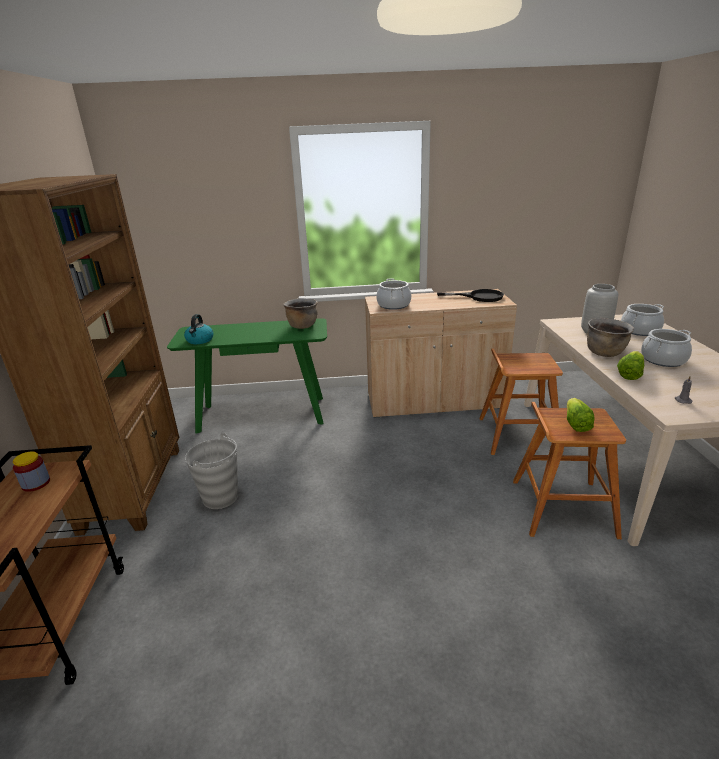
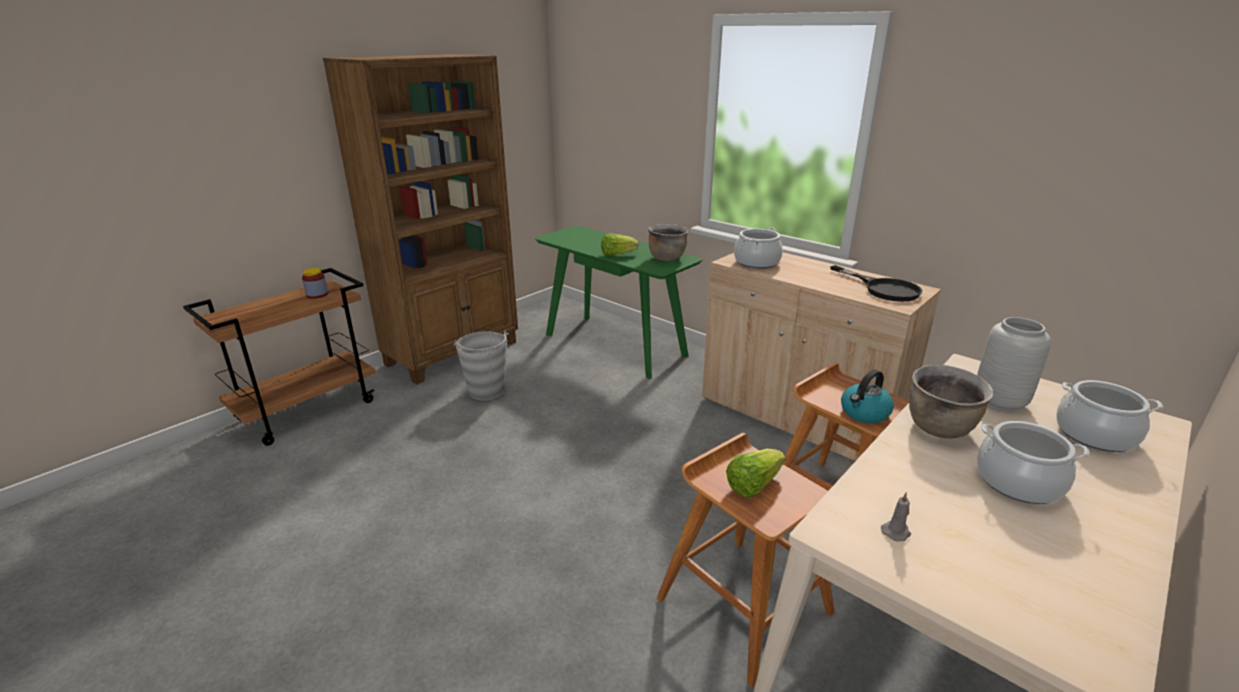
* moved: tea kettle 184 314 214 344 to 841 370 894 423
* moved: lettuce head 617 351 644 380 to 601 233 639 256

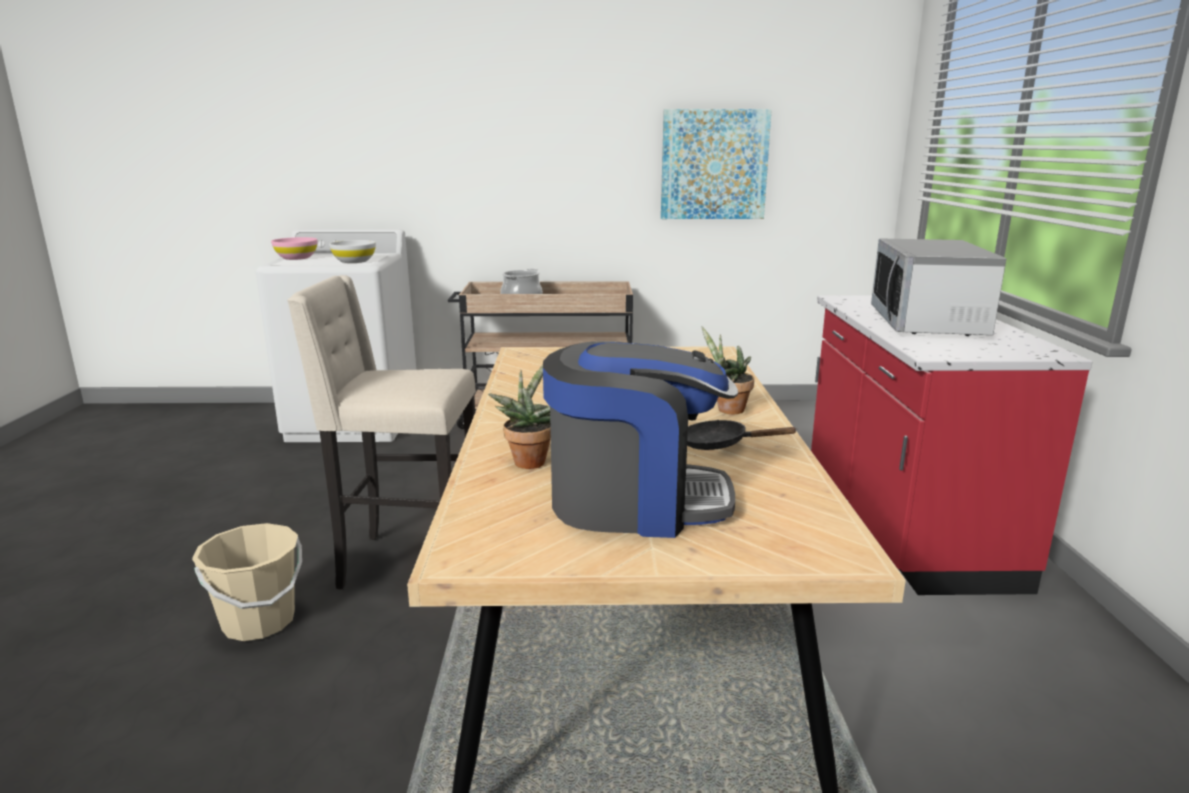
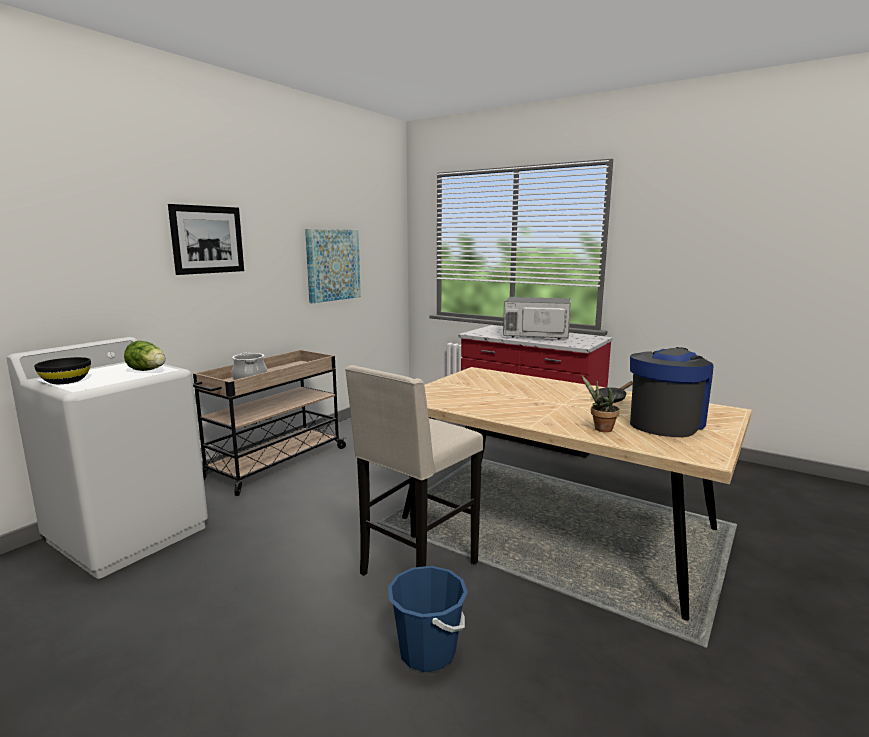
* recoloured: serving bowl/pink-coloured 271 237 318 260 to serving bowl/black 34 357 91 384
* turned: microwave oven 871 238 1006 336 = 503 297 571 339 150 degrees clockwise
* replaced: serving bowl/white 329 240 376 263 to lettuce head 124 341 165 371
* removed: houseplant 702 327 754 414
* recoloured: pail/sand-coloured 192 523 302 641 to pail/bluish 388 566 468 672
* added: picture 168 204 244 275

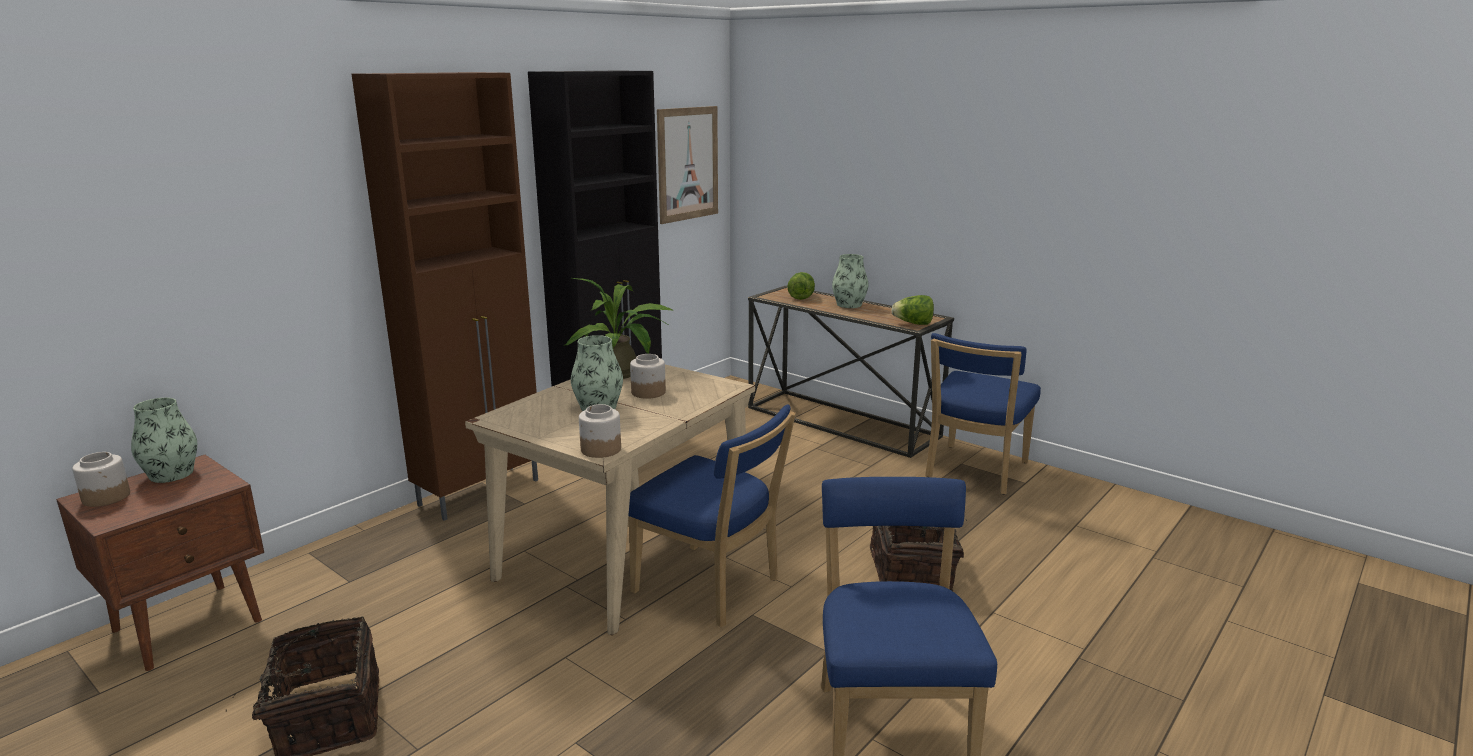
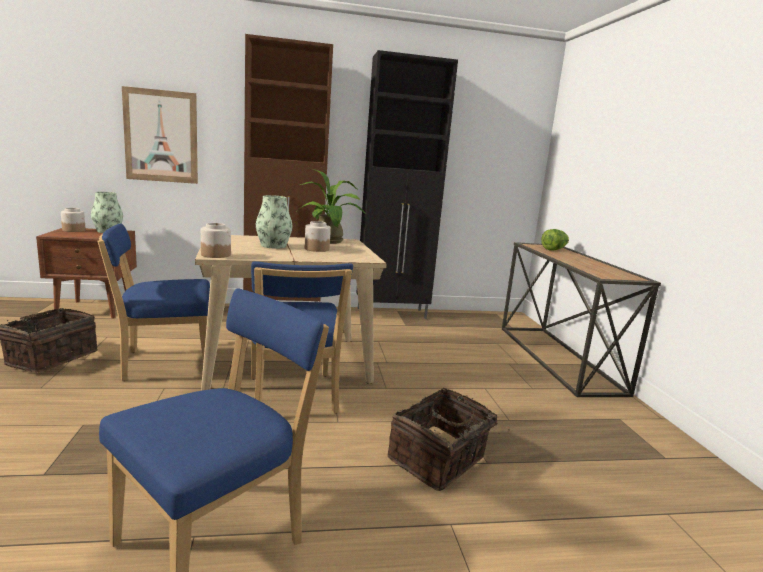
* moved: picture 657 106 718 224 to 122 86 198 184
* removed: flower vase 832 254 869 308
* removed: lettuce head 891 295 934 325
* moved: chair/bluish 925 333 1041 494 to 97 223 210 381

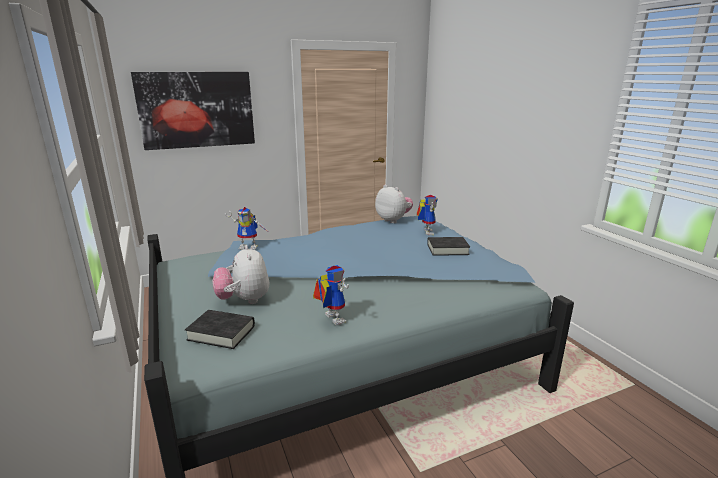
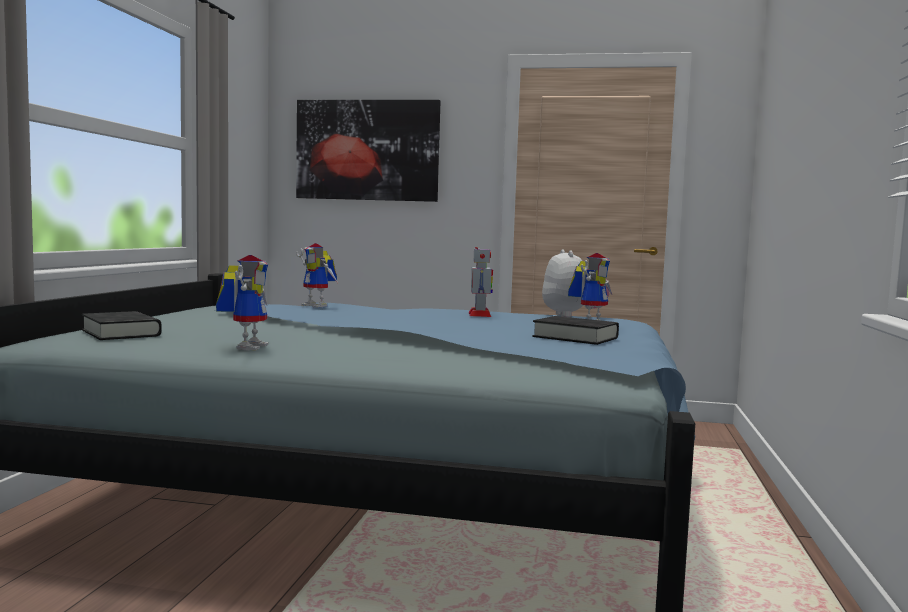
* removed: soft toy 213 245 270 304
* added: model robot 469 247 493 317

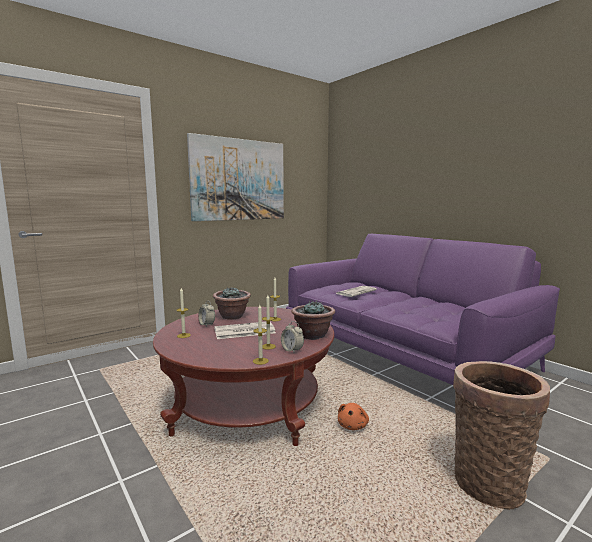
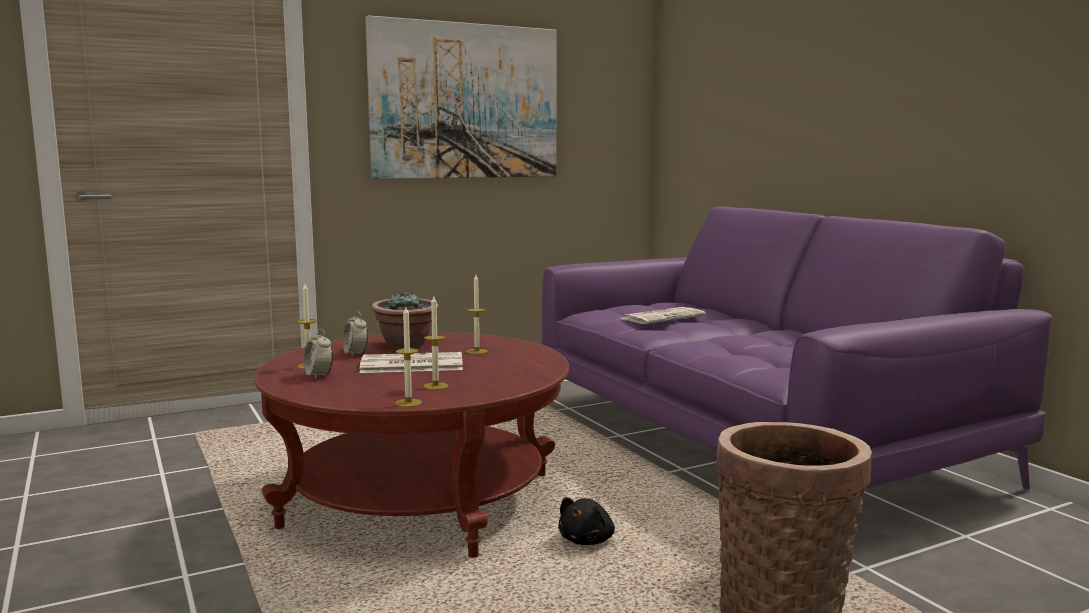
* removed: houseplant 292 300 335 340
* moved: bedside clock 281 321 304 354 to 304 329 333 379
* recoloured: soft toy/orange 338 403 369 430 to soft toy/black 558 497 615 545

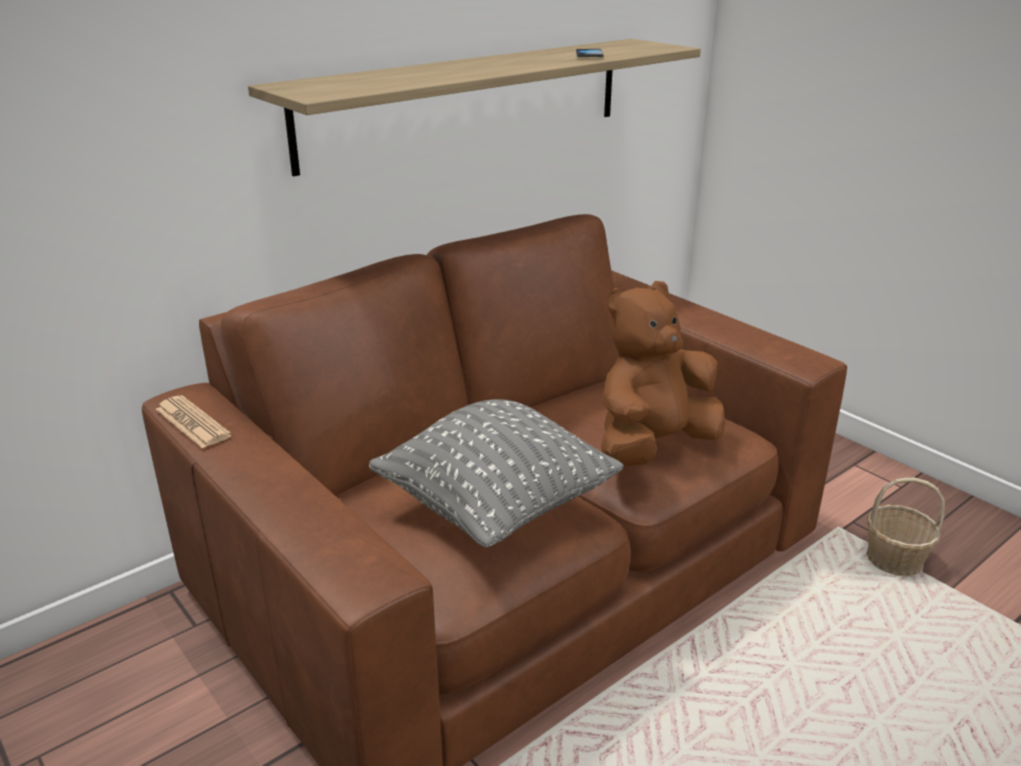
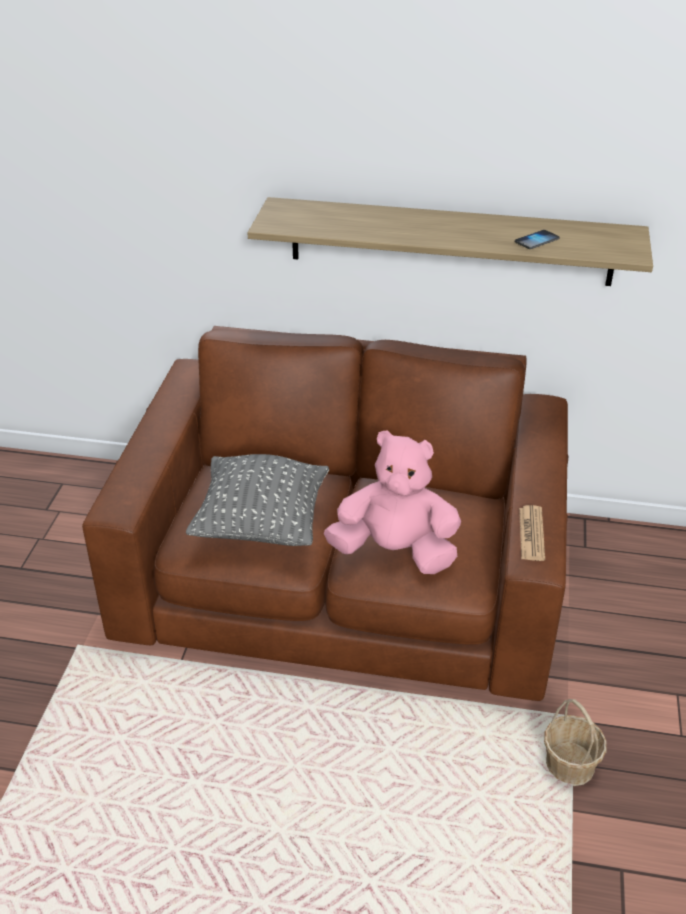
* recoloured: soft toy/brownish 601 281 725 467 to soft toy/pink-coloured 324 430 461 574
* moved: daily paper 155 395 232 449 to 519 505 545 561

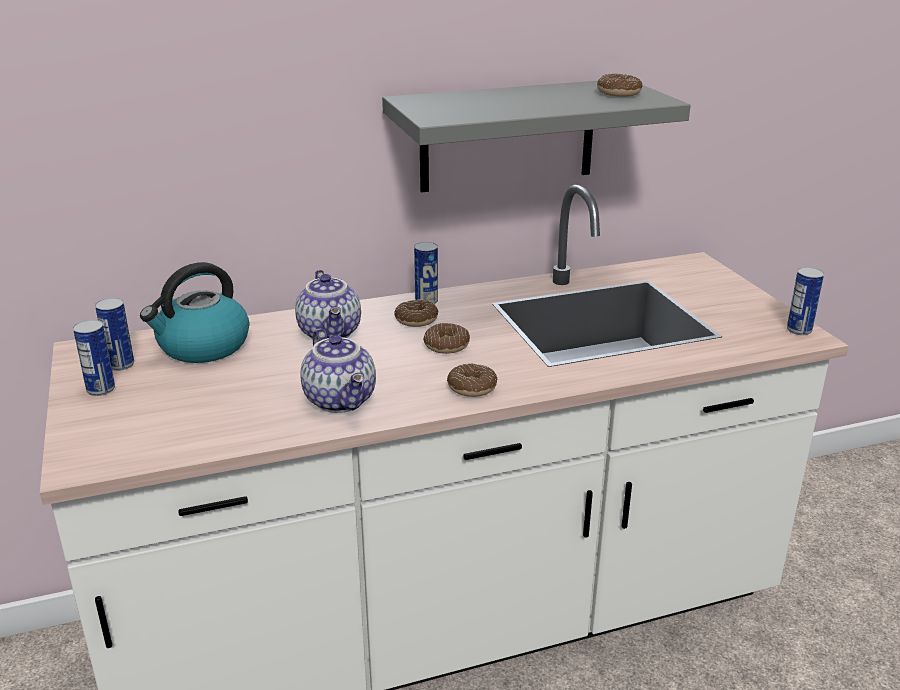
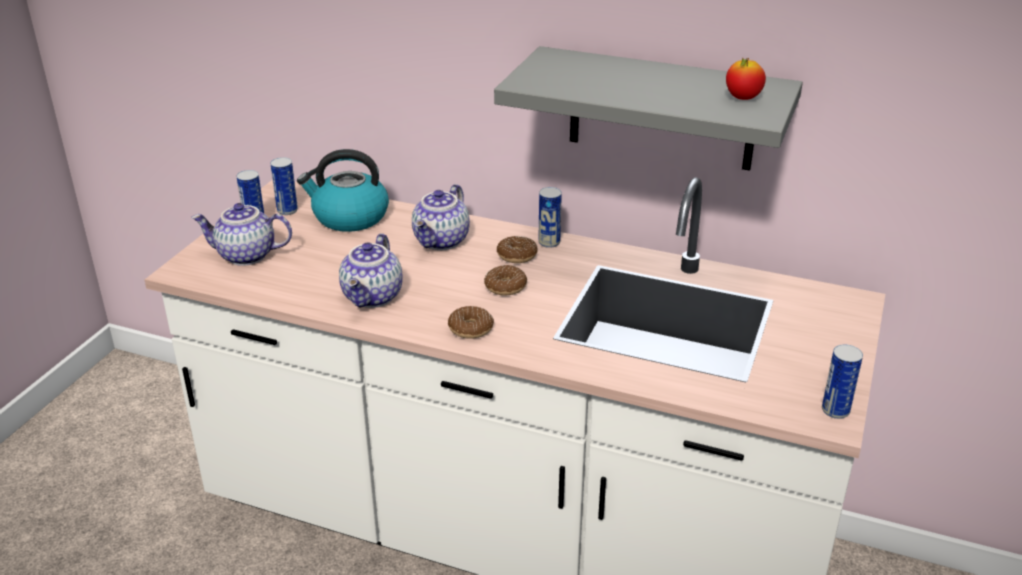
* replaced: ring doughnut 597 74 643 97 to whole apple 726 58 766 100
* added: pot for tea 191 203 292 266

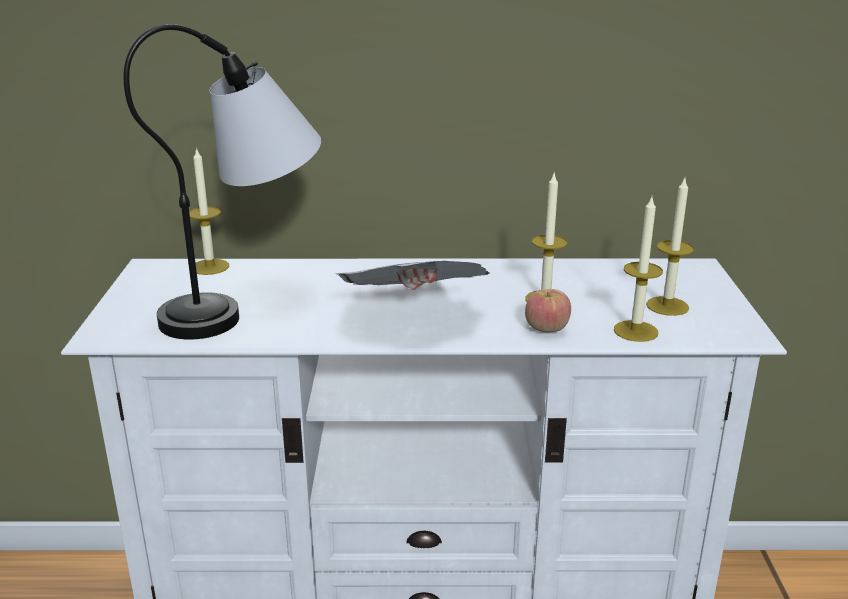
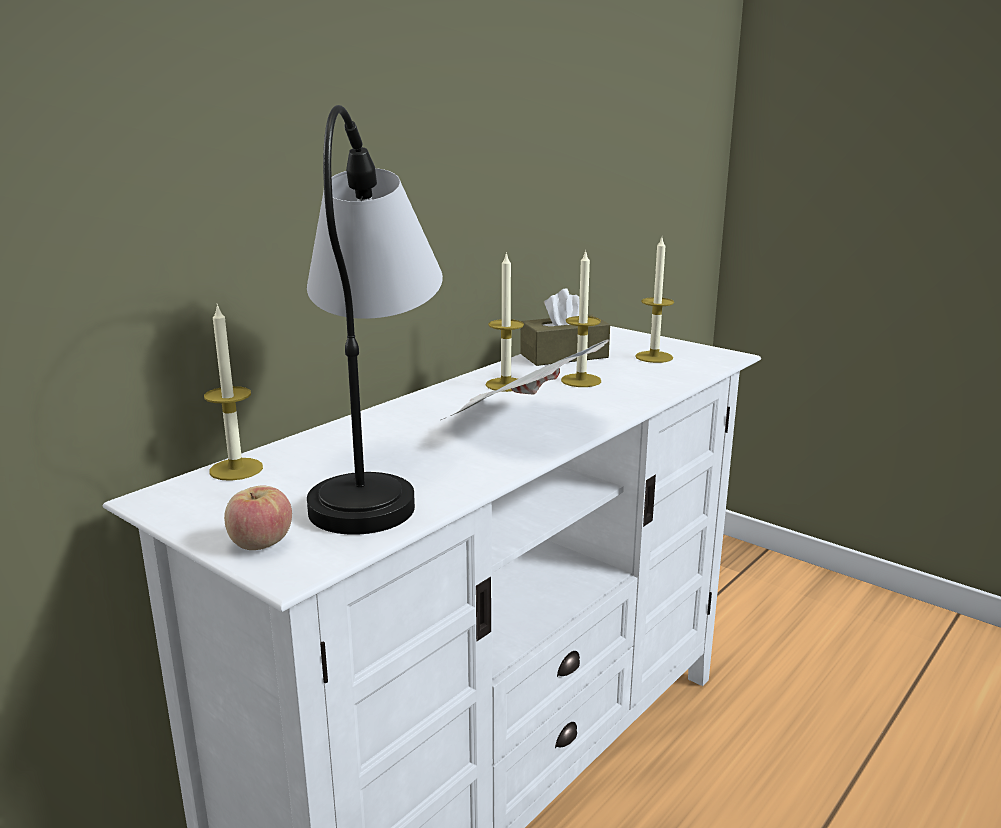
* moved: candle 614 197 663 342 to 486 252 524 392
* moved: whole apple 525 289 571 332 to 224 485 292 550
* added: tissue box/brownish 520 288 610 366

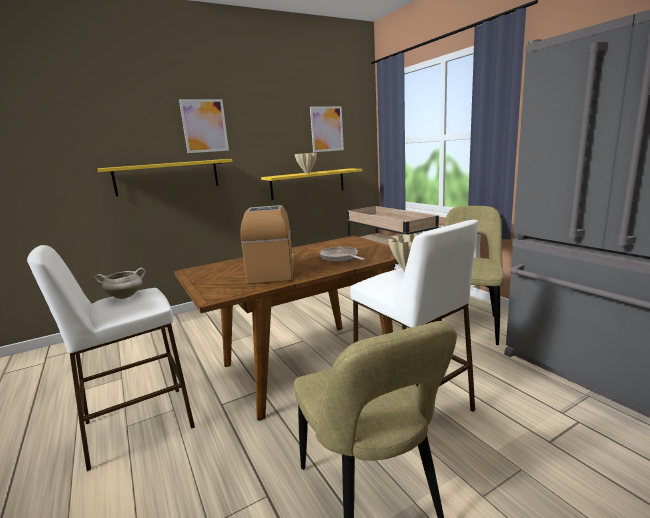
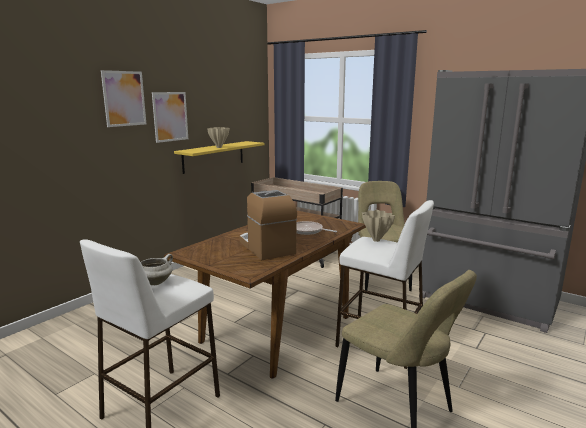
* moved: picture 310 106 344 152 to 152 92 188 143
* removed: shelf/yellow-coloured 98 159 233 196

